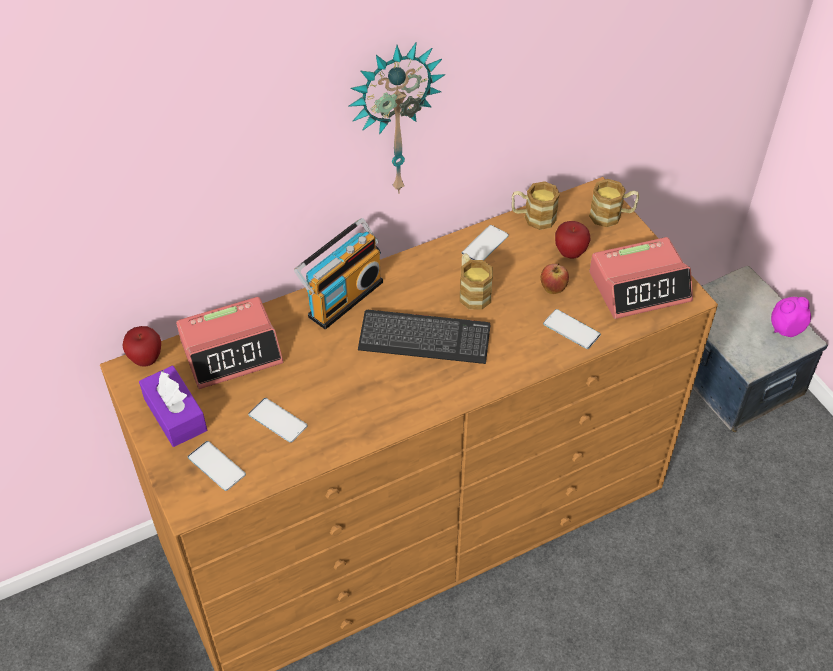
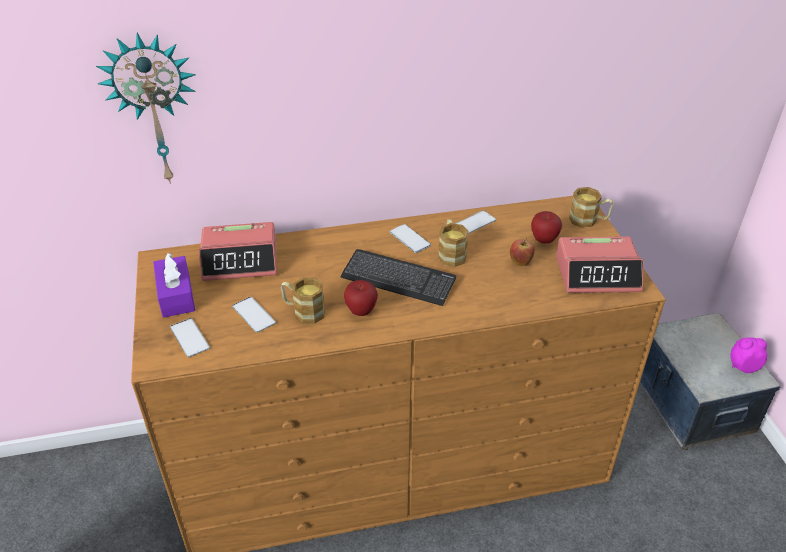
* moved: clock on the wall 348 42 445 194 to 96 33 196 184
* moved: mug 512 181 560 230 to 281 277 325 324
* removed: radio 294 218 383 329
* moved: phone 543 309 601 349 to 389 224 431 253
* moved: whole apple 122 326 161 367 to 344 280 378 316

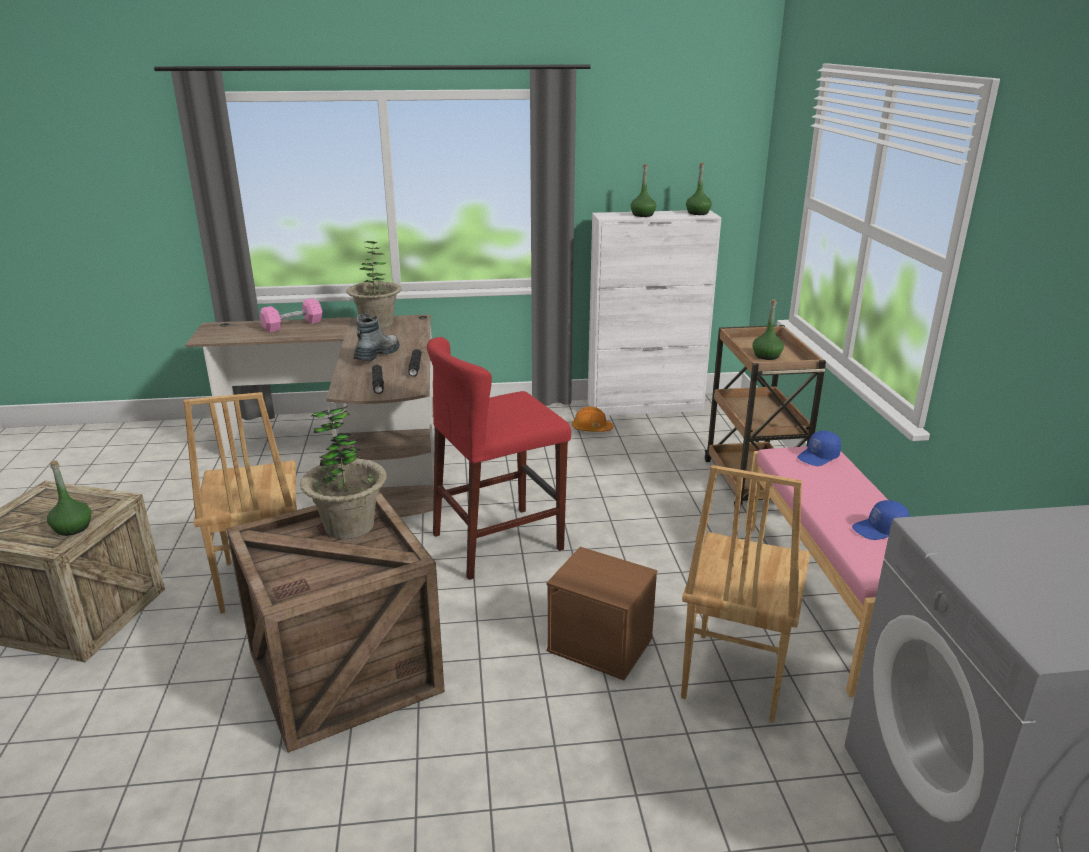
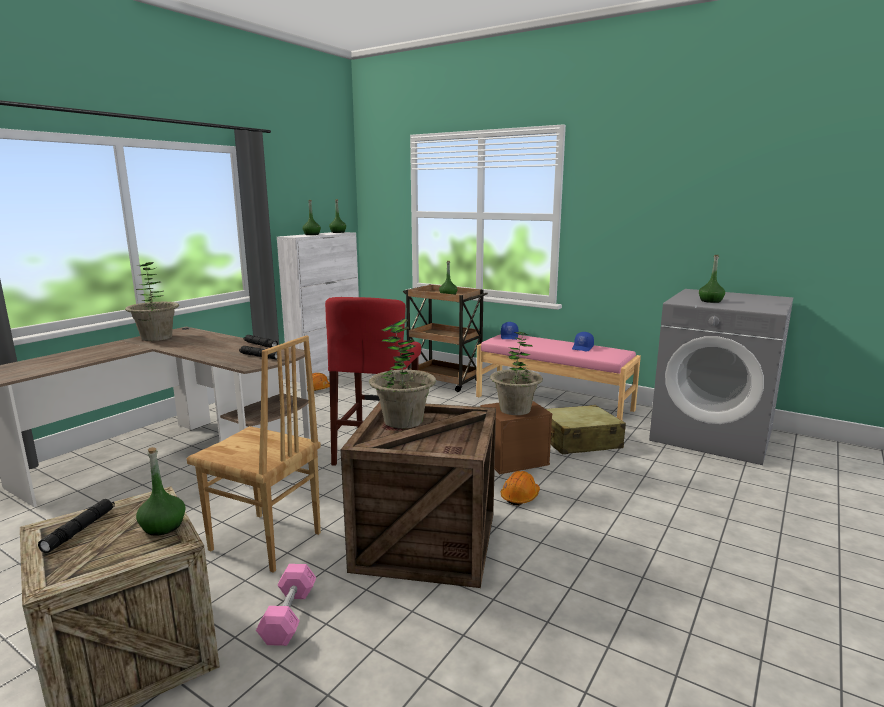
* moved: hand weight/pink-coloured 260 298 323 332 to 256 564 316 646
* removed: boot 353 313 399 361
* replaced: chair/brownish 681 465 810 723 to suitcase/sand-coloured 546 405 626 455
* added: bottle/green-coloured 699 255 725 303
* added: houseplant 490 332 543 415
* added: safety helmet/orange 501 471 540 506
* added: torch/black 38 499 115 553

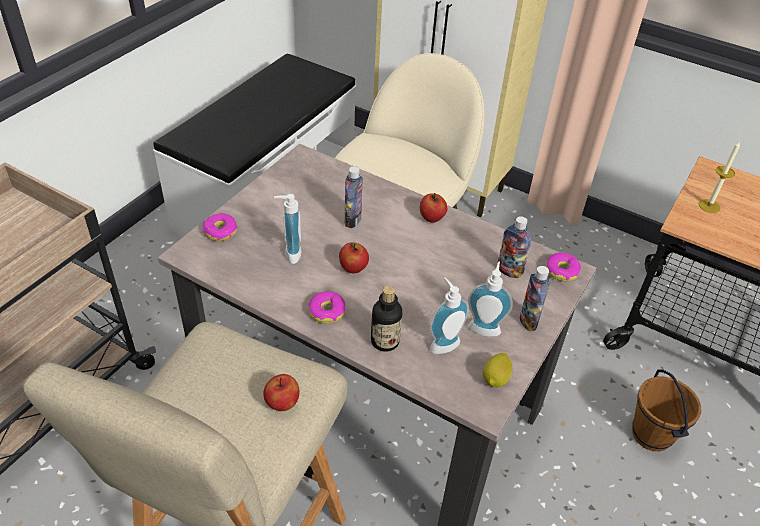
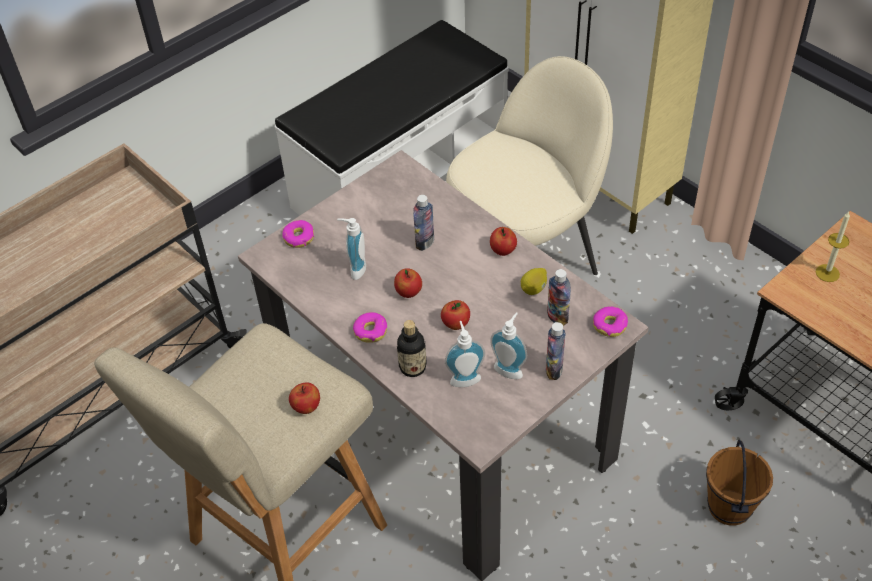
* moved: citrus fruit 483 353 513 388 to 521 268 547 295
* added: whole apple 441 300 470 330

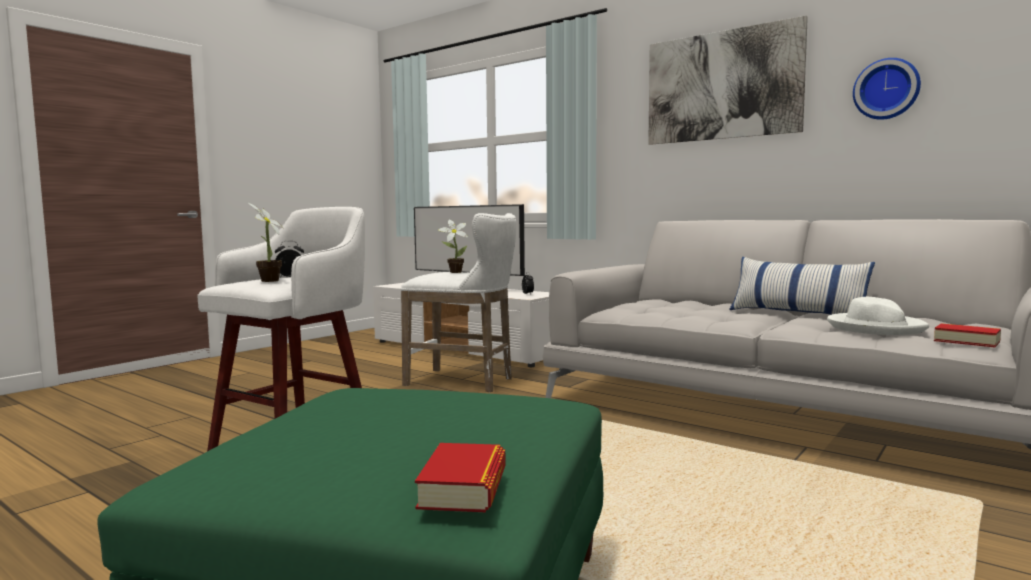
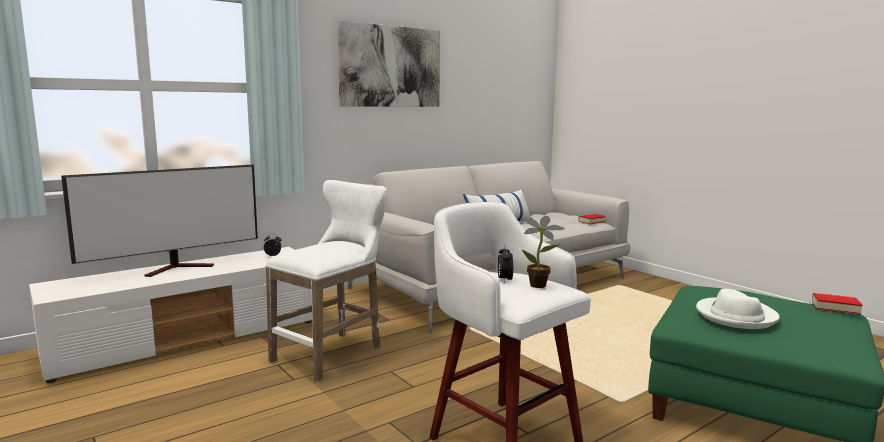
* removed: clock on the wall 853 58 921 120
* removed: houseplant 438 220 468 273
* moved: hat/white 827 297 929 335 to 696 289 780 329

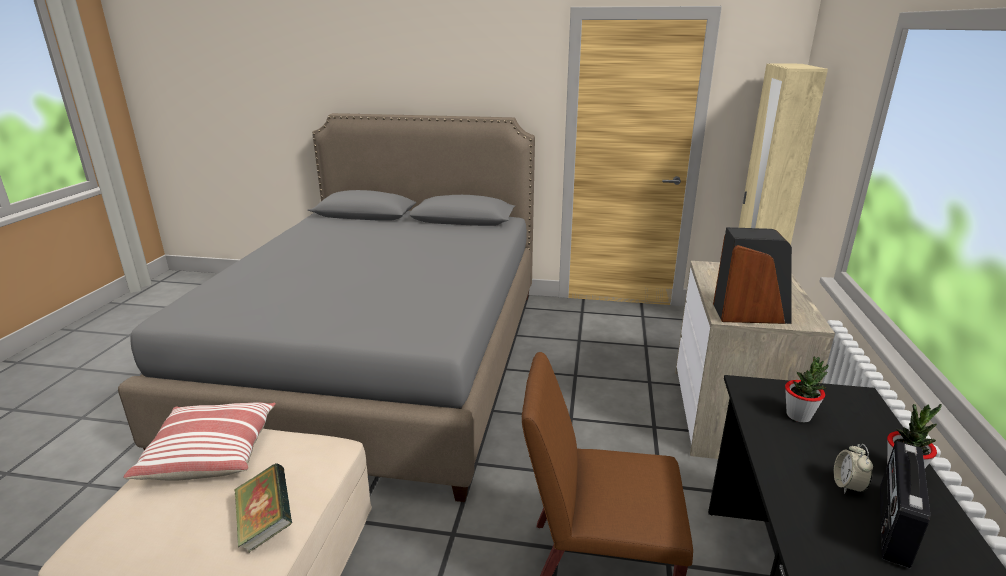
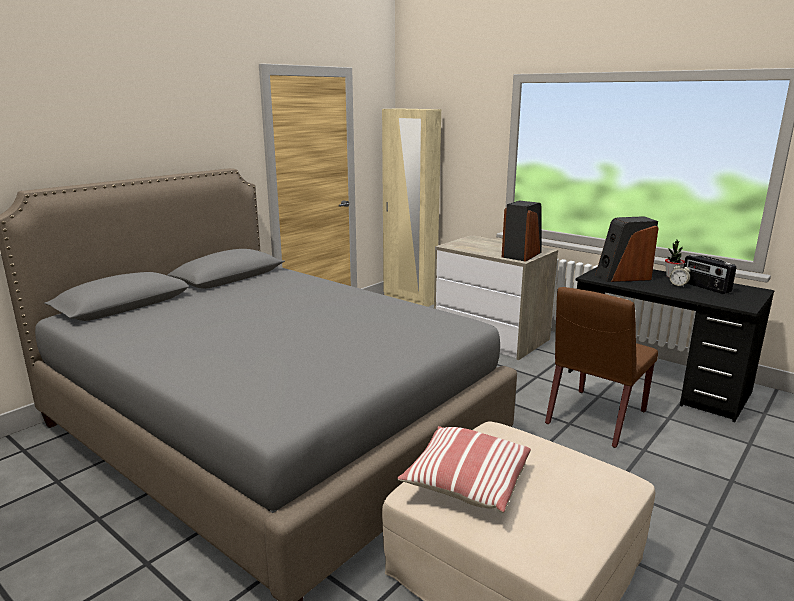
* replaced: houseplant 785 356 829 422 to speaker 595 216 658 282
* removed: book 235 463 292 552

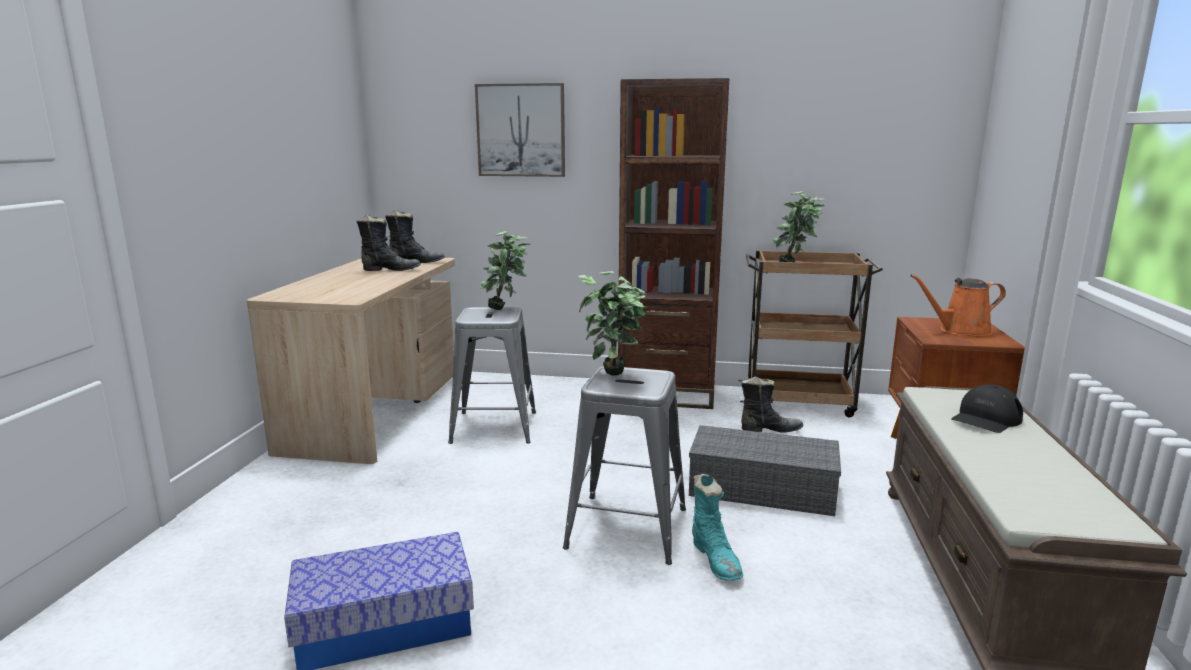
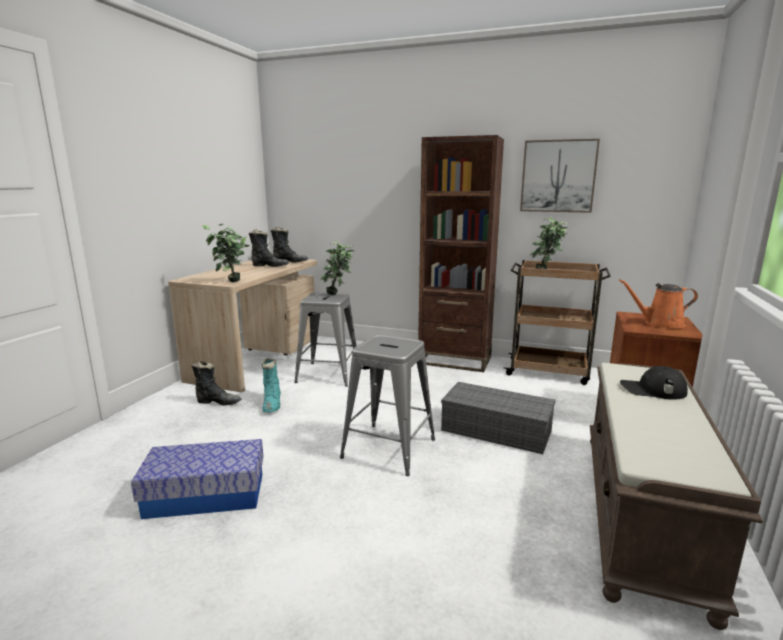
* moved: picture 475 83 565 177 to 520 139 600 213
* moved: houseplant 578 271 647 375 to 202 224 250 282
* moved: boot/black 741 377 803 433 to 191 361 241 405
* turned: baseball cap/black 951 385 1023 433 = 620 366 688 400 45 degrees clockwise
* moved: boot/turquoise 692 474 743 580 to 261 358 281 412

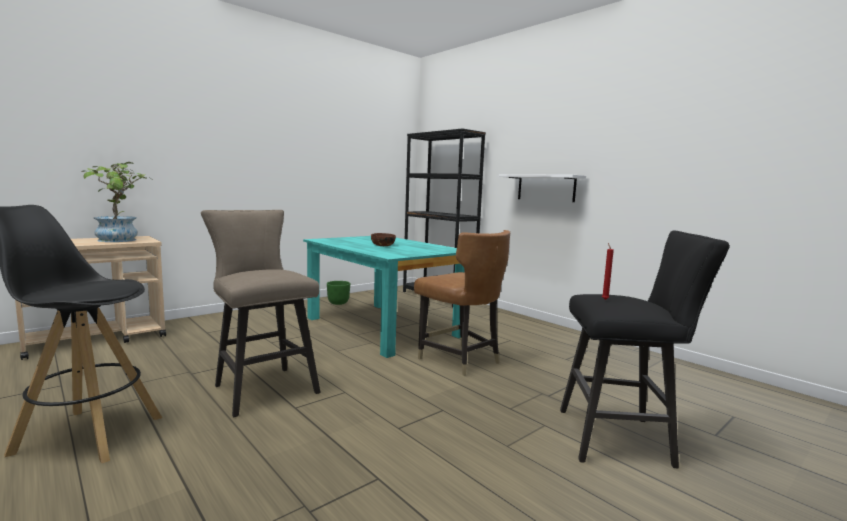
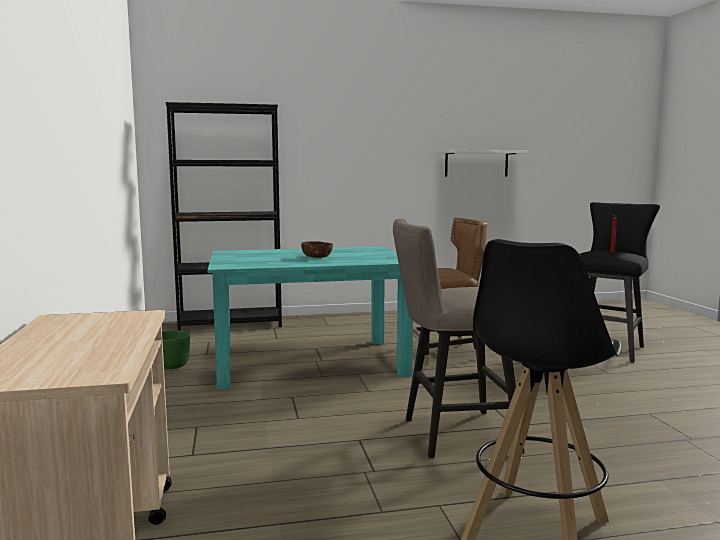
* removed: houseplant 81 162 149 242
* moved: shelf/white 499 174 586 202 to 436 150 528 177

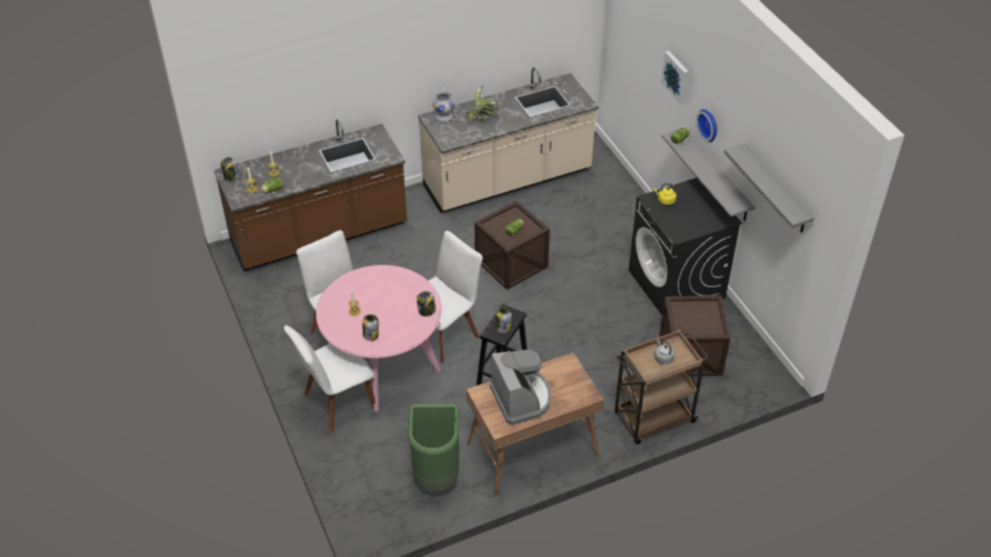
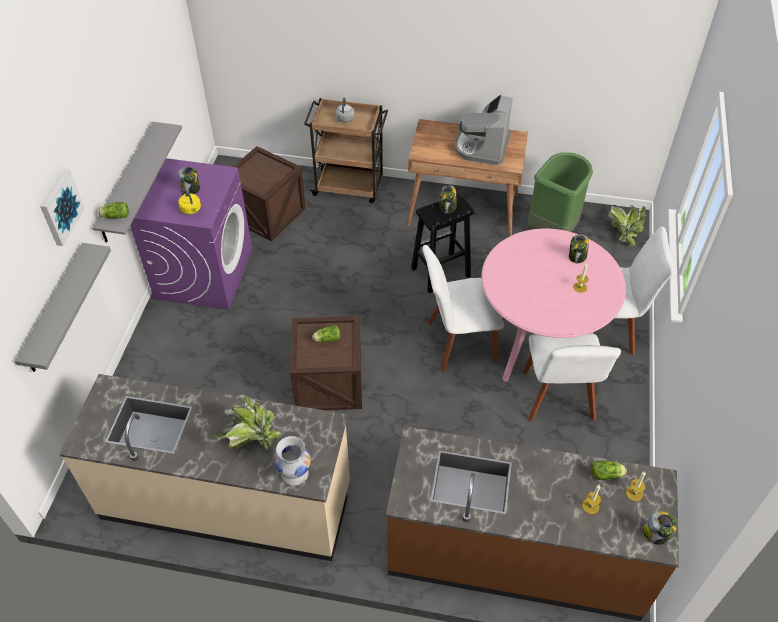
* removed: clock on the wall 696 109 717 142
* moved: shelf/greyish 724 143 814 233 to 15 243 111 372
* recoloured: washing machine/black 629 178 742 315 to washing machine/purple 130 158 253 310
* moved: preserve jar 417 291 436 316 to 178 167 200 194
* added: houseplant 608 205 646 246

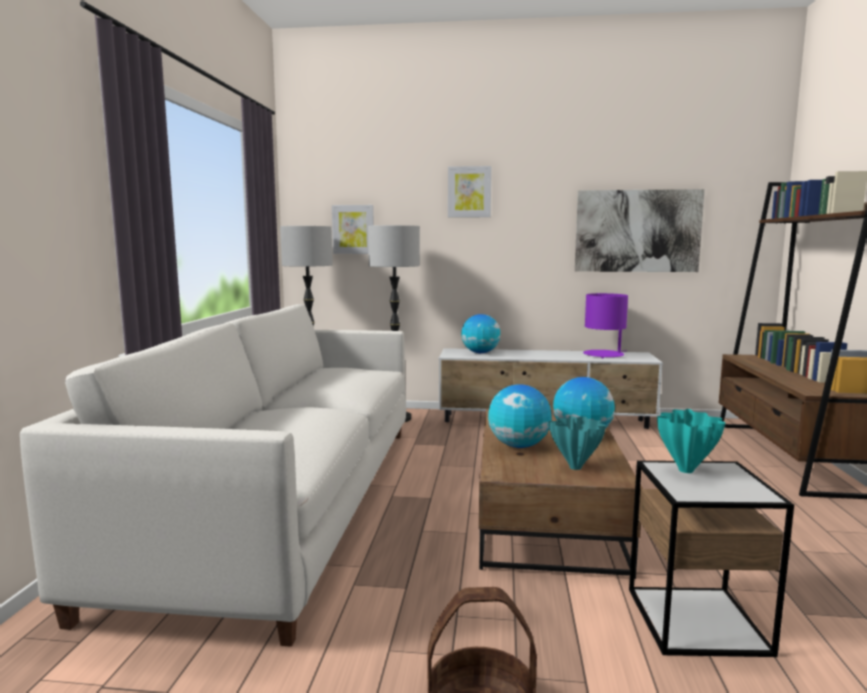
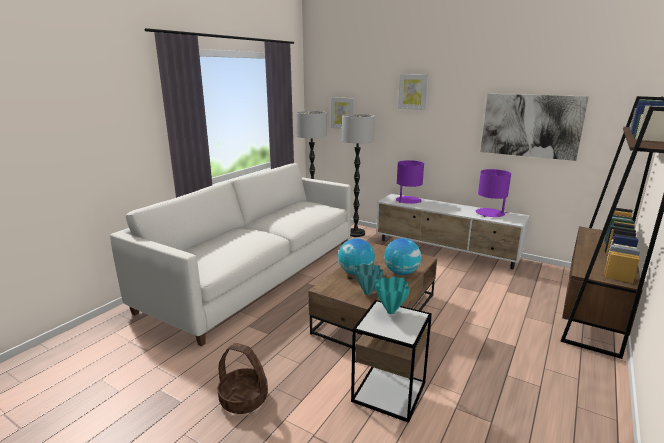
* replaced: desk globe 461 314 500 353 to table lamp/purple 396 160 424 204

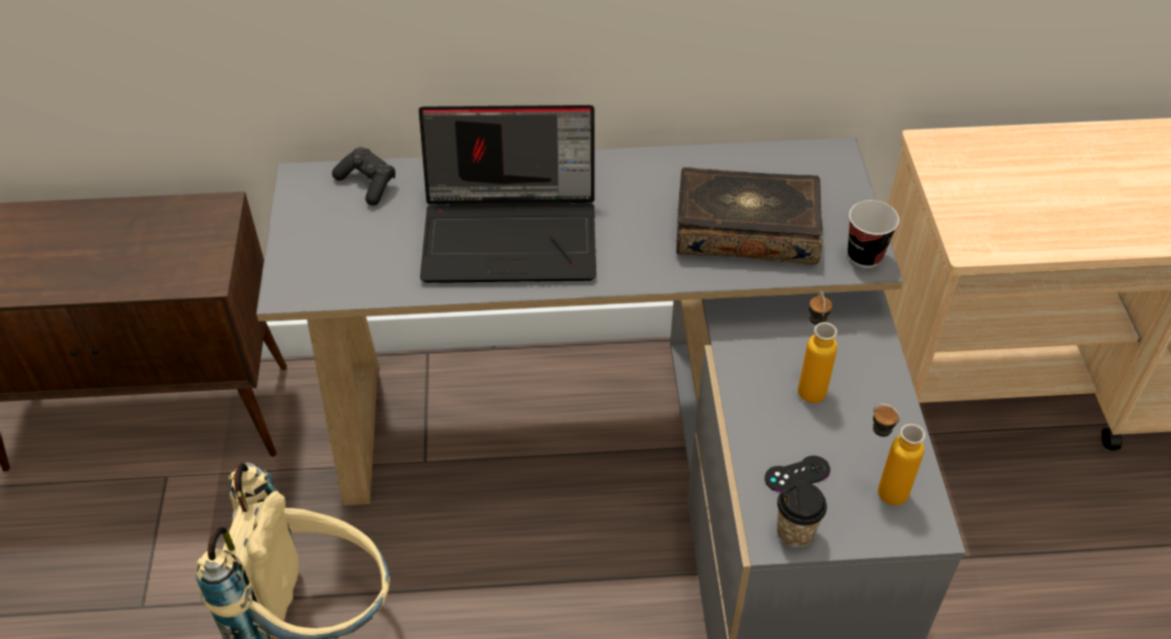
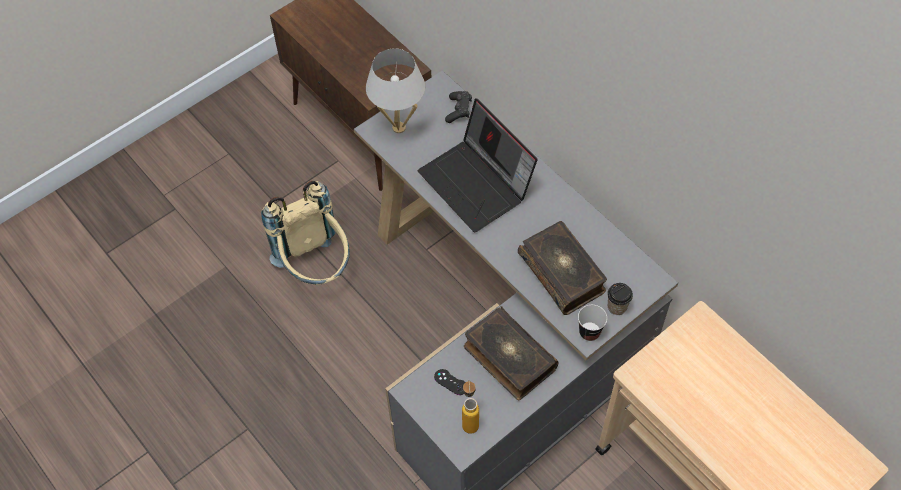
* replaced: bottle 798 290 837 403 to book 464 306 559 400
* moved: drinking cup 777 482 827 548 to 607 283 633 315
* added: table lamp/white 366 48 425 133

